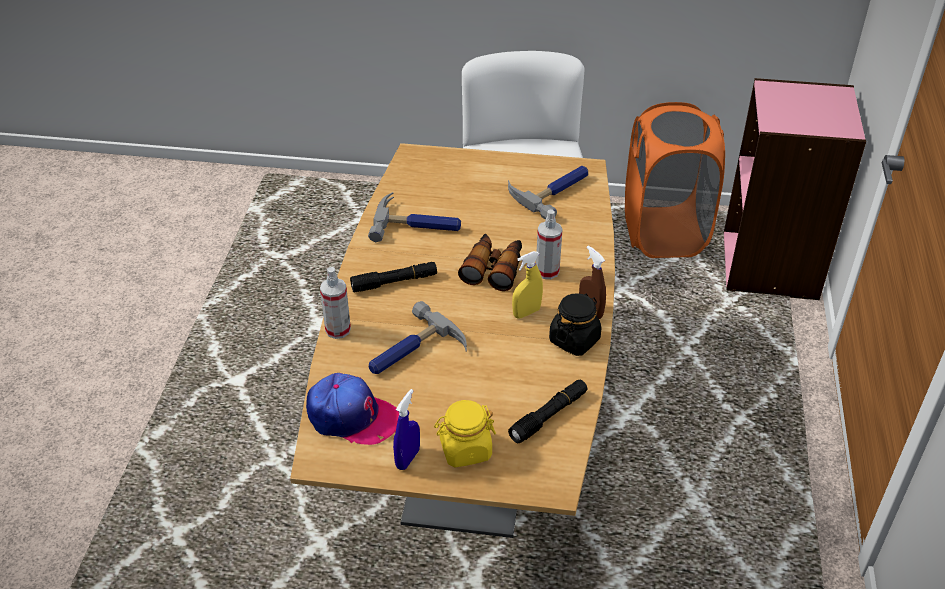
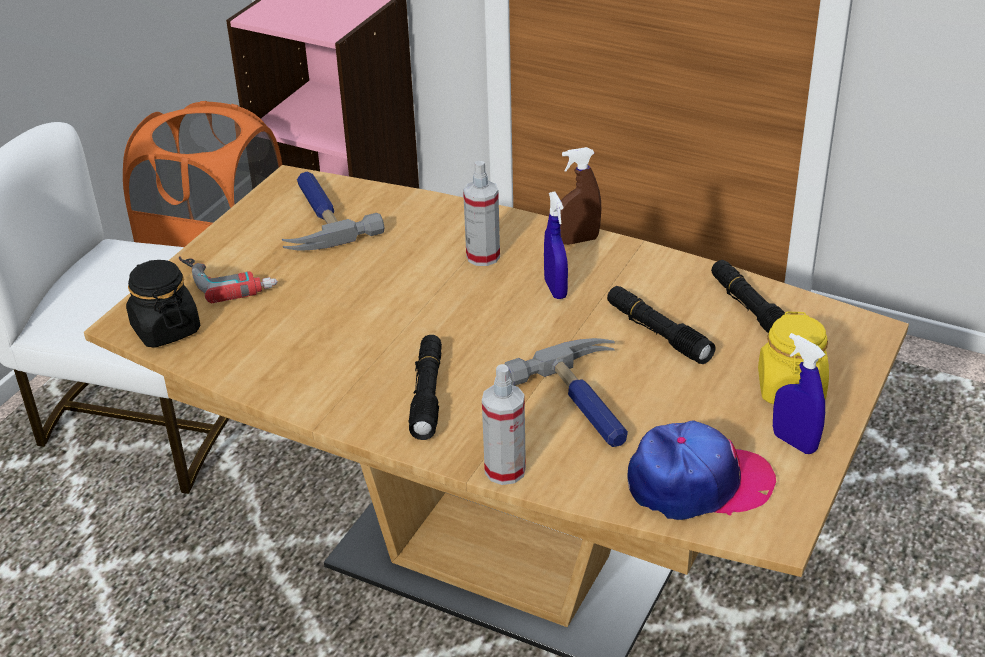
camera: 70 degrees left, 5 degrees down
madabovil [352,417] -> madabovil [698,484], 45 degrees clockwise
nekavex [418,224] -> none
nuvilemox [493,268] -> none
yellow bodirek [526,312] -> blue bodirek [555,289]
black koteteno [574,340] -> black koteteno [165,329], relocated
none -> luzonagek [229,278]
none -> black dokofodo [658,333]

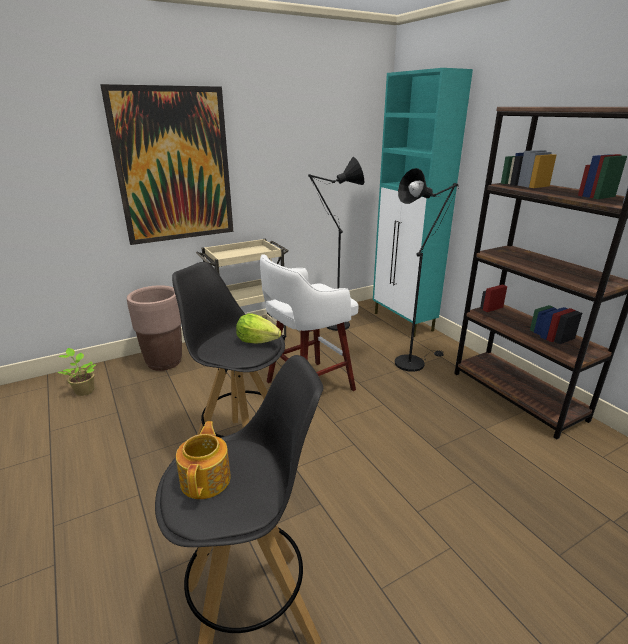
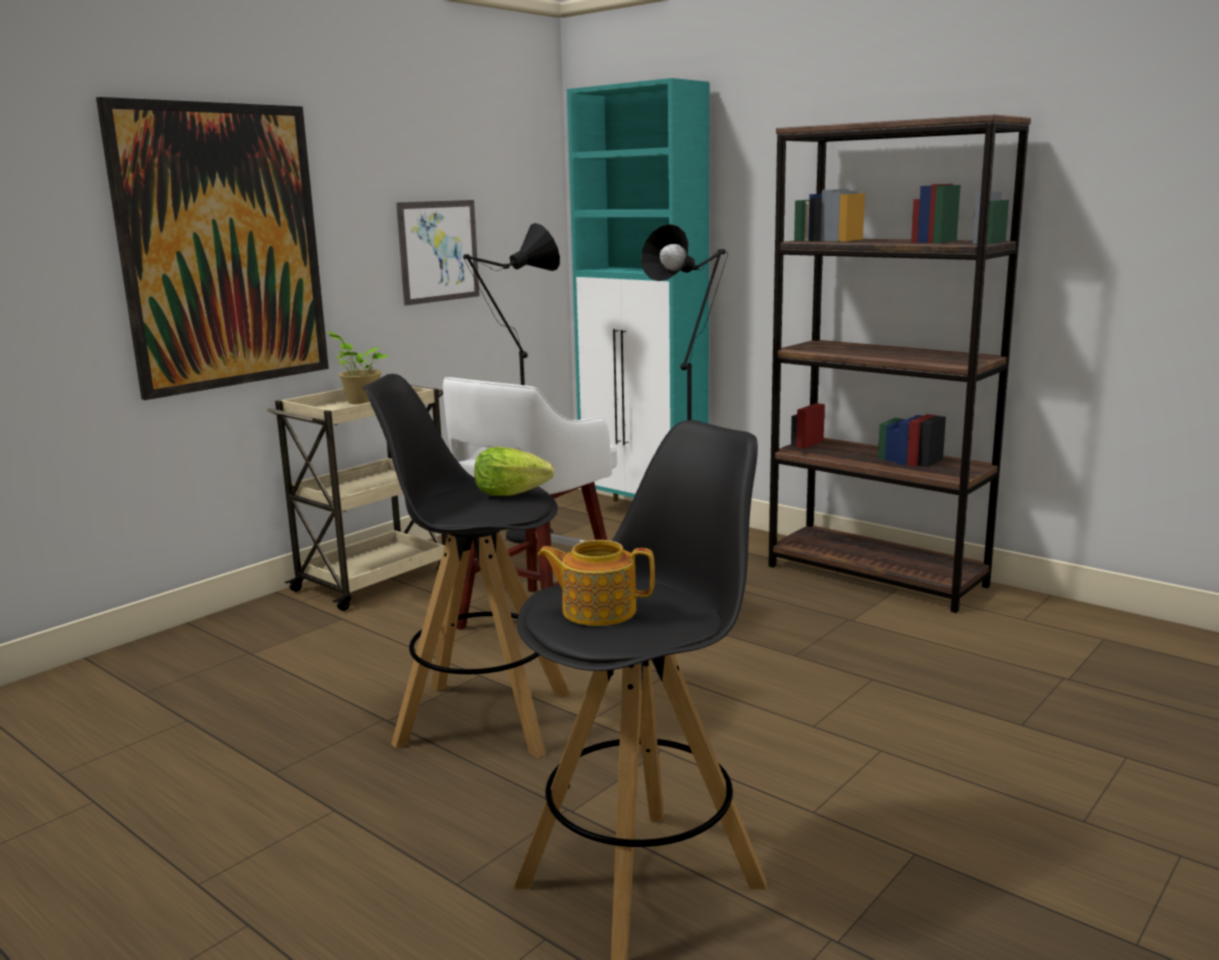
camera: 20 degrees left, 10 degrees down
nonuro [84,390] -> nonuro [360,401], relocated
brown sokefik [164,362] -> none
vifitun [206,479] -> vifitun [597,610], 60 degrees counterclockwise
none -> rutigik [438,251]

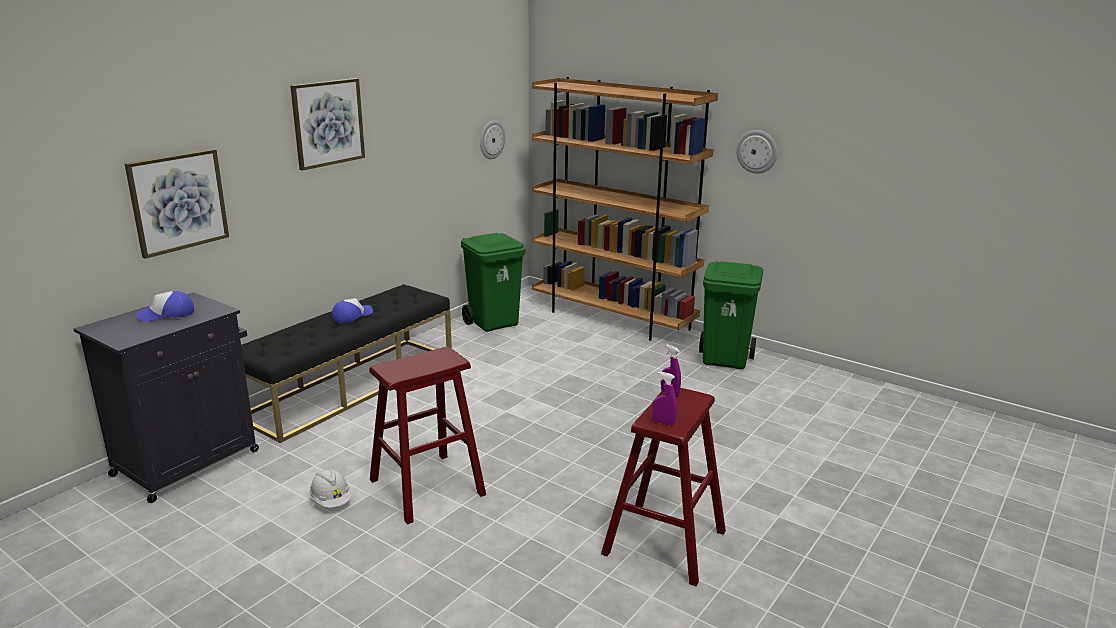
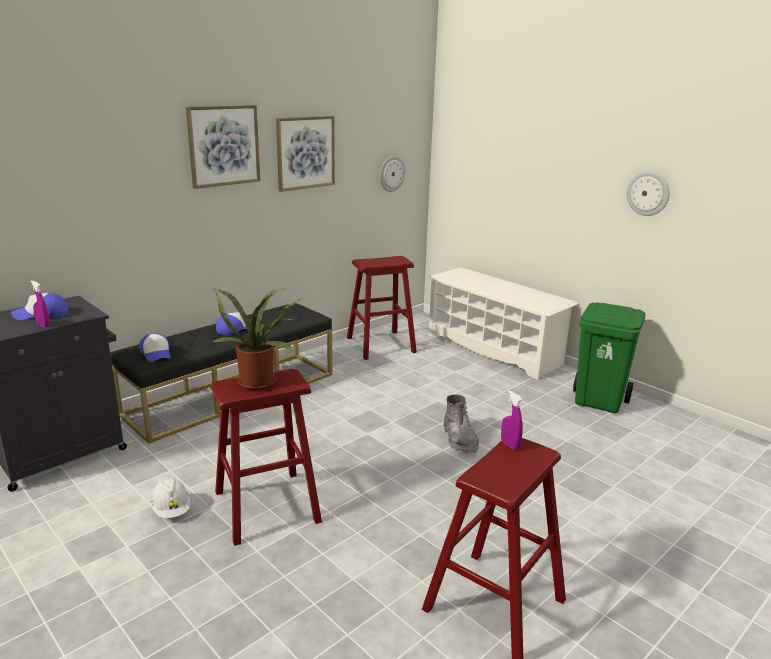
camera: 10 degrees right, 0 degrees up
rutigik [178,202] -> rutigik [305,152], relocated
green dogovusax [494,323] -> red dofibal [381,345]
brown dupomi [612,318] -> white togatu [494,349]
purple bodirek [663,423] -> purple bodirek [43,325], relocated
none -> madabovil [156,354]
none -> nonuro [259,381]
none -> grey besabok [459,440]

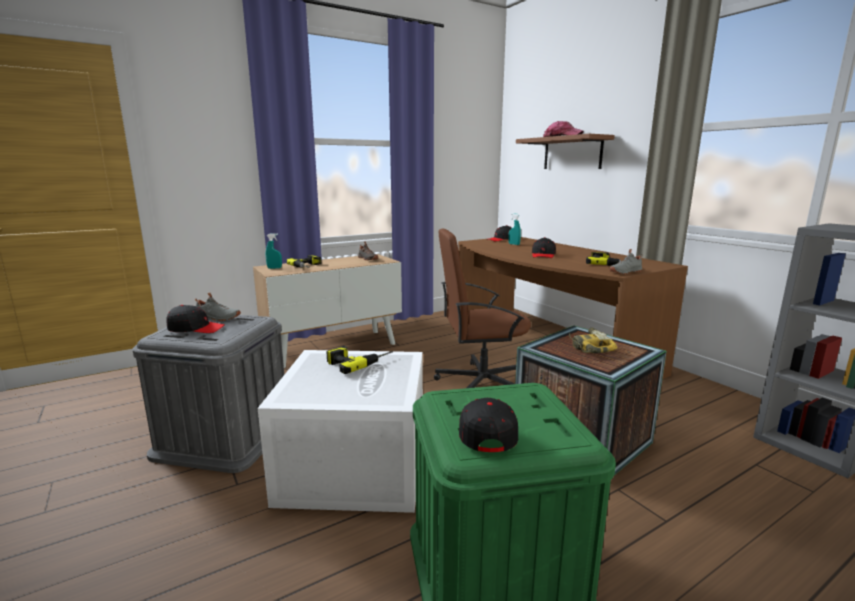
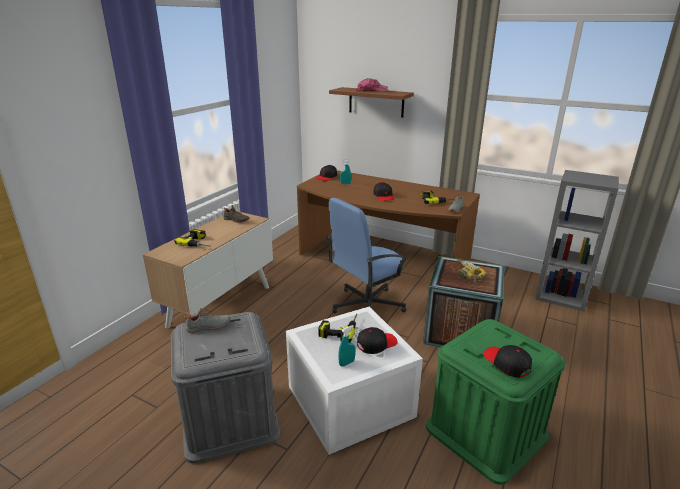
camera: 30 degrees left, 10 degrees up
black madabovil [196,328] -> black madabovil [376,344], relocated
turquoise bodirek [274,268] -> turquoise bodirek [346,363], relocated
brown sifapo [480,383] -> blue sifapo [366,306]

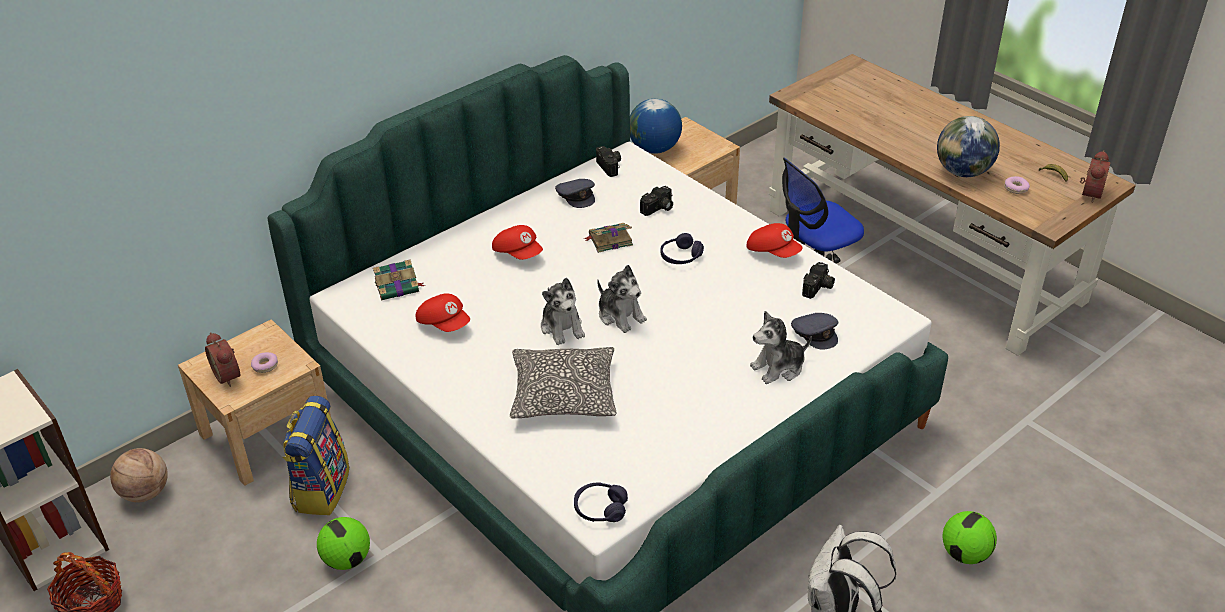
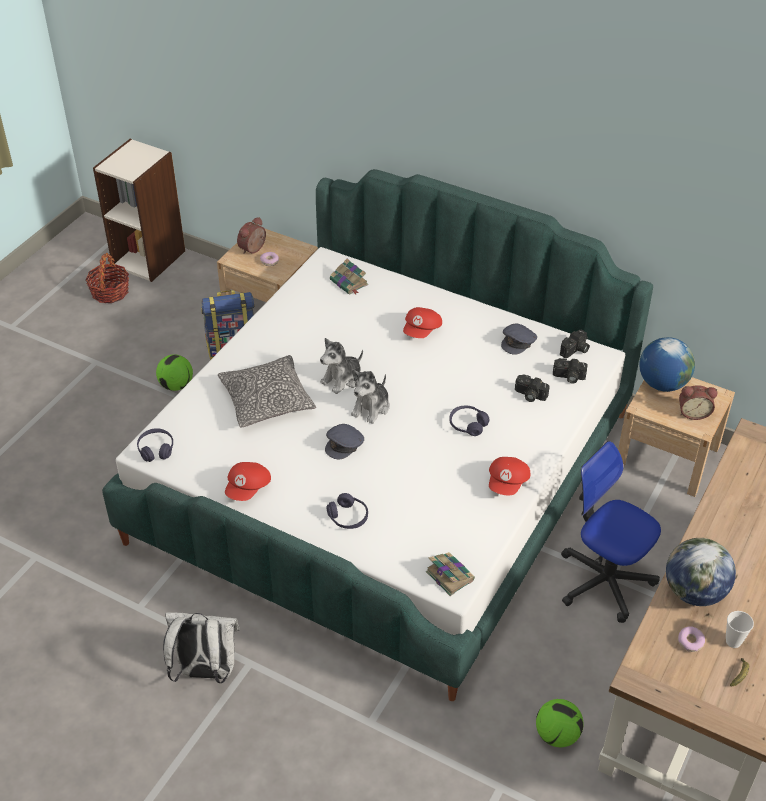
camera: 70 degrees right, 5 degrees up
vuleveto [145,493] -> none
red madabovil [444,323] -> red madabovil [248,488], relocated
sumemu [609,240] -> sumemu [449,575], relocated
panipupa [778,368] -> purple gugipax [348,517]
grey madabovil [815,333] -> grey madabovil [344,444], relocated
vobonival [818,288] -> vobonival [568,377], relocated
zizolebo [965,554] -> zizolebo [557,735], relocated
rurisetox [1089,193] -> rurisetox [693,412], relocated
none -> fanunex [733,641]

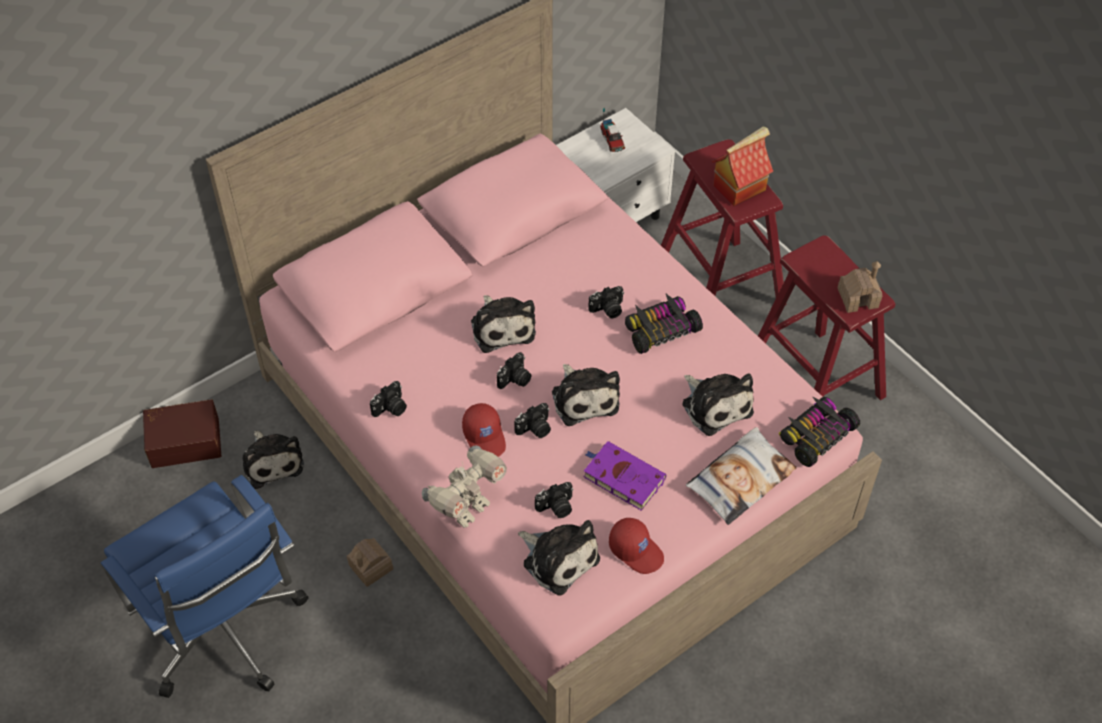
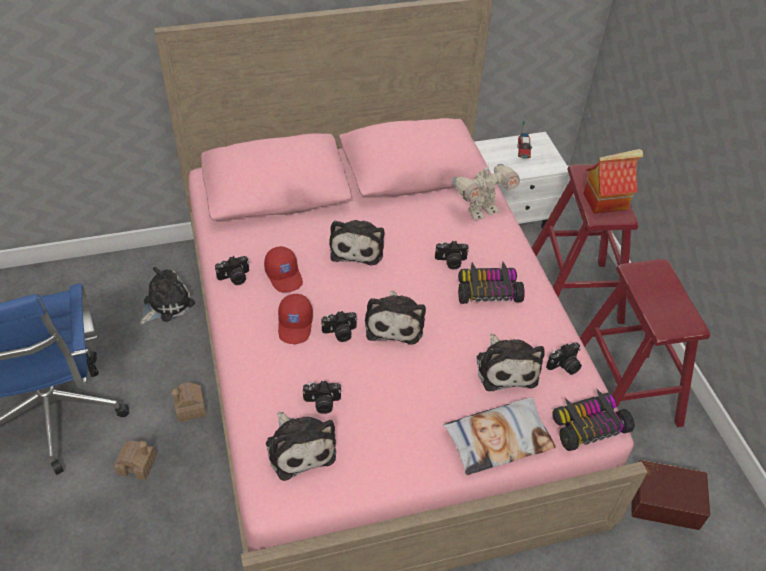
camera: 20 degrees right, 5 degrees down
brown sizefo [185,441] -> brown sizefo [664,500], relocated
panipupa [272,461] -> panipupa [166,304], 135 degrees counterclockwise
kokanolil [467,509] -> kokanolil [481,210], relocated
vobonival [515,380] -> vobonival [564,366], relocated
purple sumemu [622,477] -> none
red madabovil [636,550] -> red madabovil [284,275], relocated
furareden [858,298] -> furareden [137,465], relocated

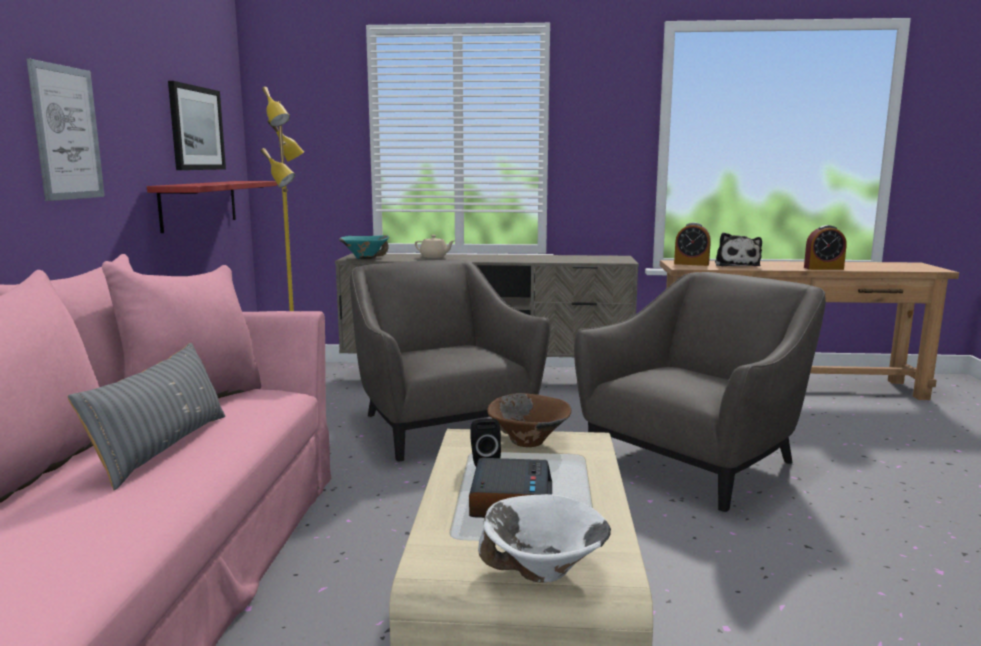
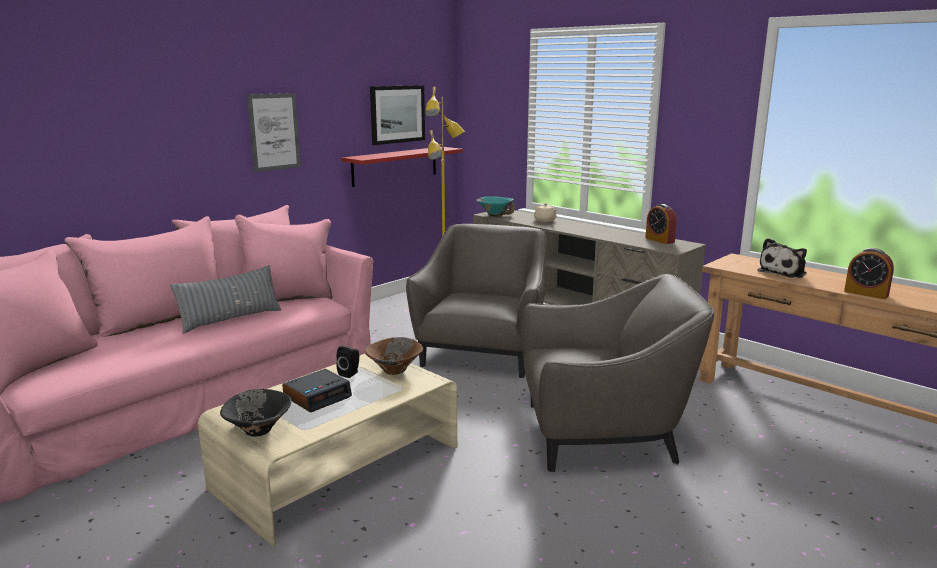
camera: 40 degrees right, 5 degrees up
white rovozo [543,571] -> black rovozo [258,431]
rurisetox [691,264] -> rurisetox [659,240], relocated

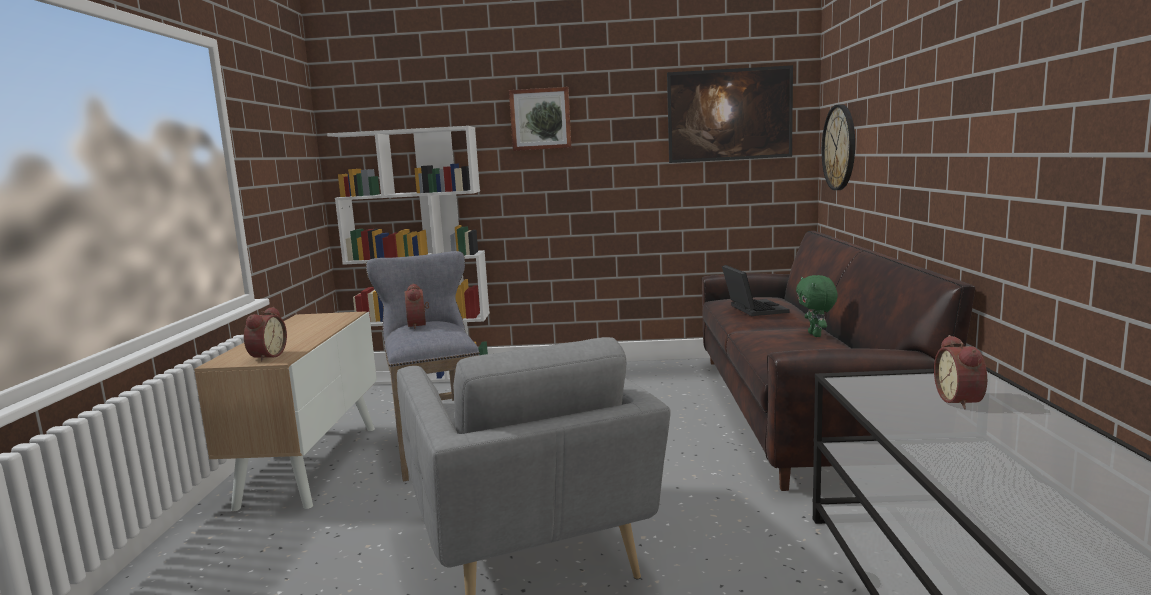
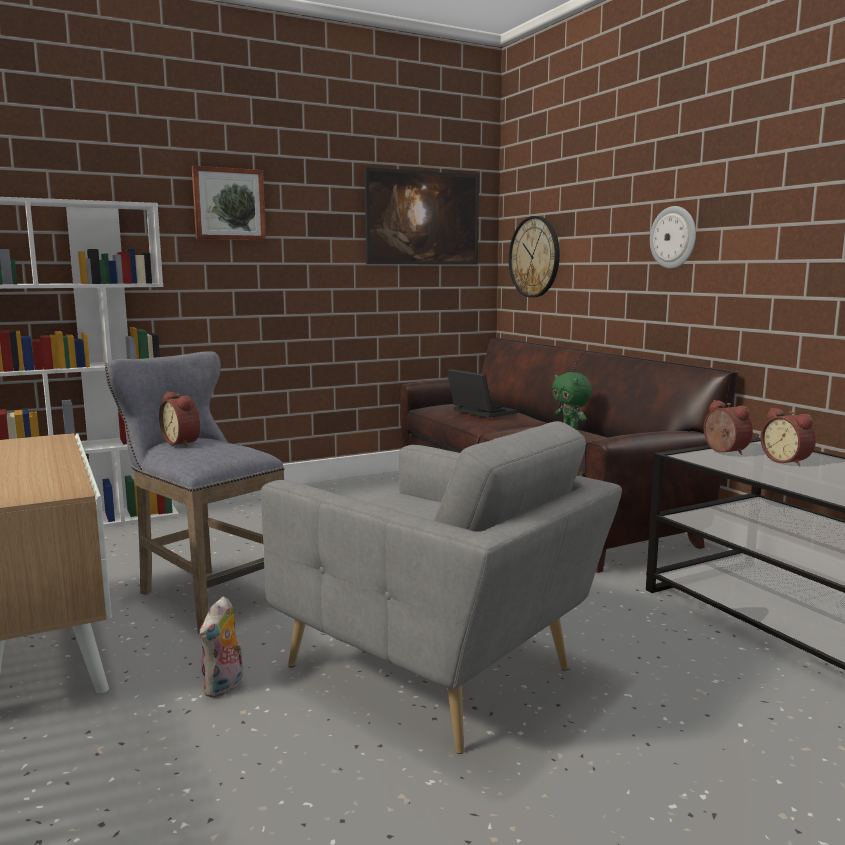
camera: 30 degrees left, 0 degrees up
rurisetox [266,356] -> rurisetox [723,451], relocated
none -> panipupa [224,687]
none -> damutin [673,237]

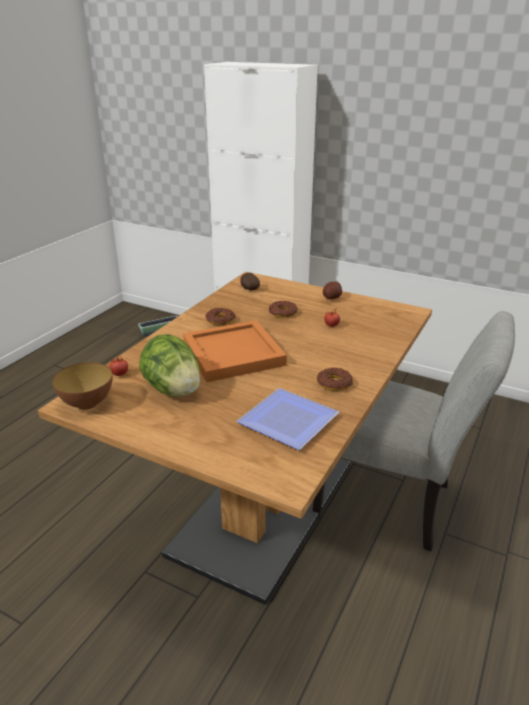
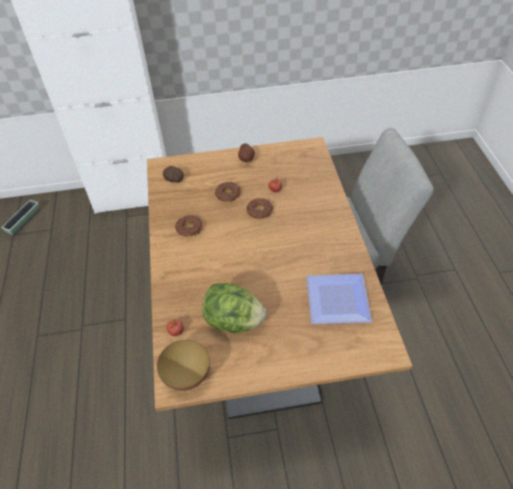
camera: 35 degrees left, 20 degrees up
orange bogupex [235,354] -> none
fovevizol [334,383] -> fovevizol [259,211], relocated

